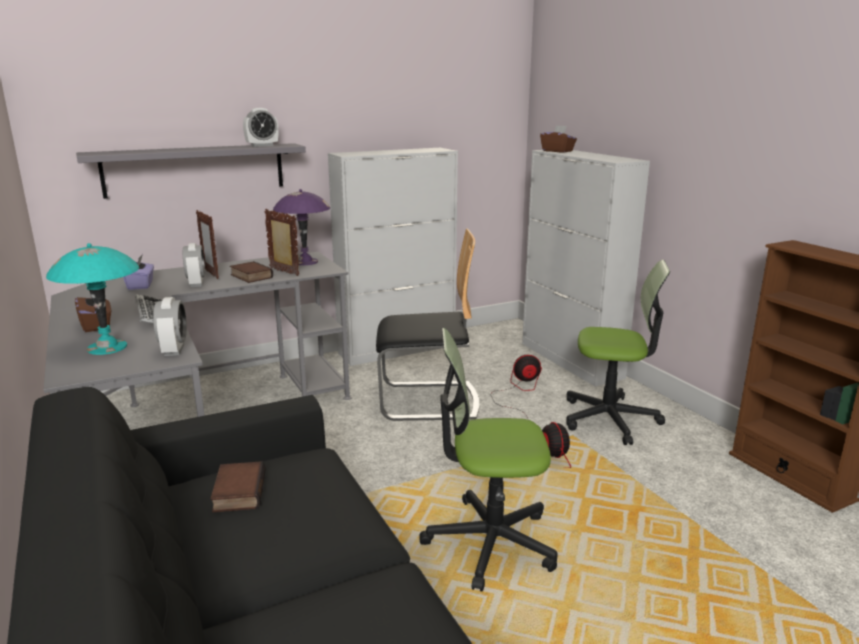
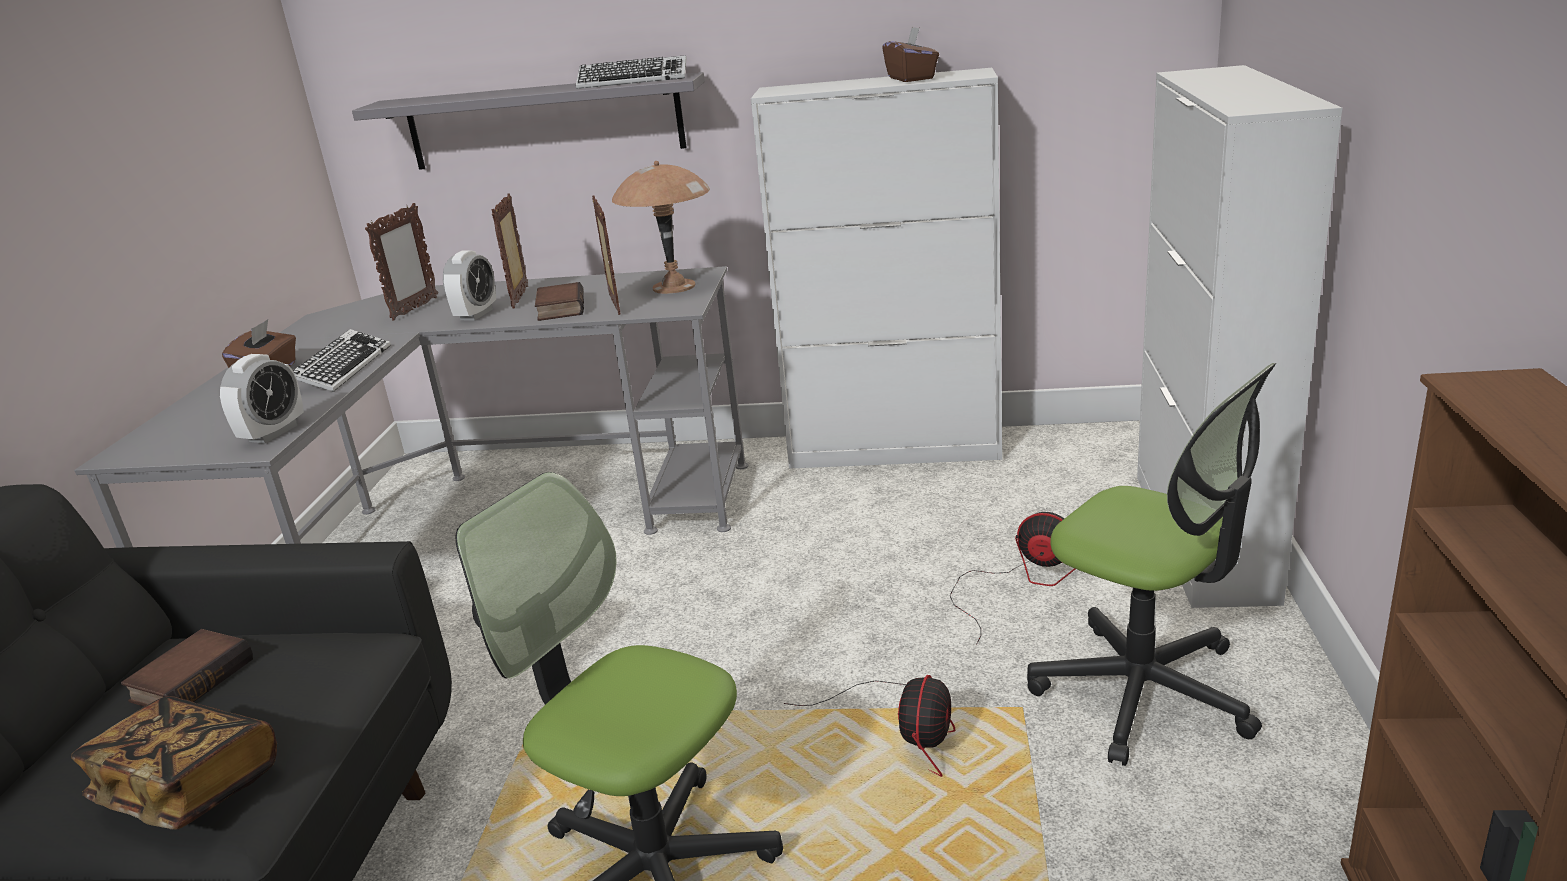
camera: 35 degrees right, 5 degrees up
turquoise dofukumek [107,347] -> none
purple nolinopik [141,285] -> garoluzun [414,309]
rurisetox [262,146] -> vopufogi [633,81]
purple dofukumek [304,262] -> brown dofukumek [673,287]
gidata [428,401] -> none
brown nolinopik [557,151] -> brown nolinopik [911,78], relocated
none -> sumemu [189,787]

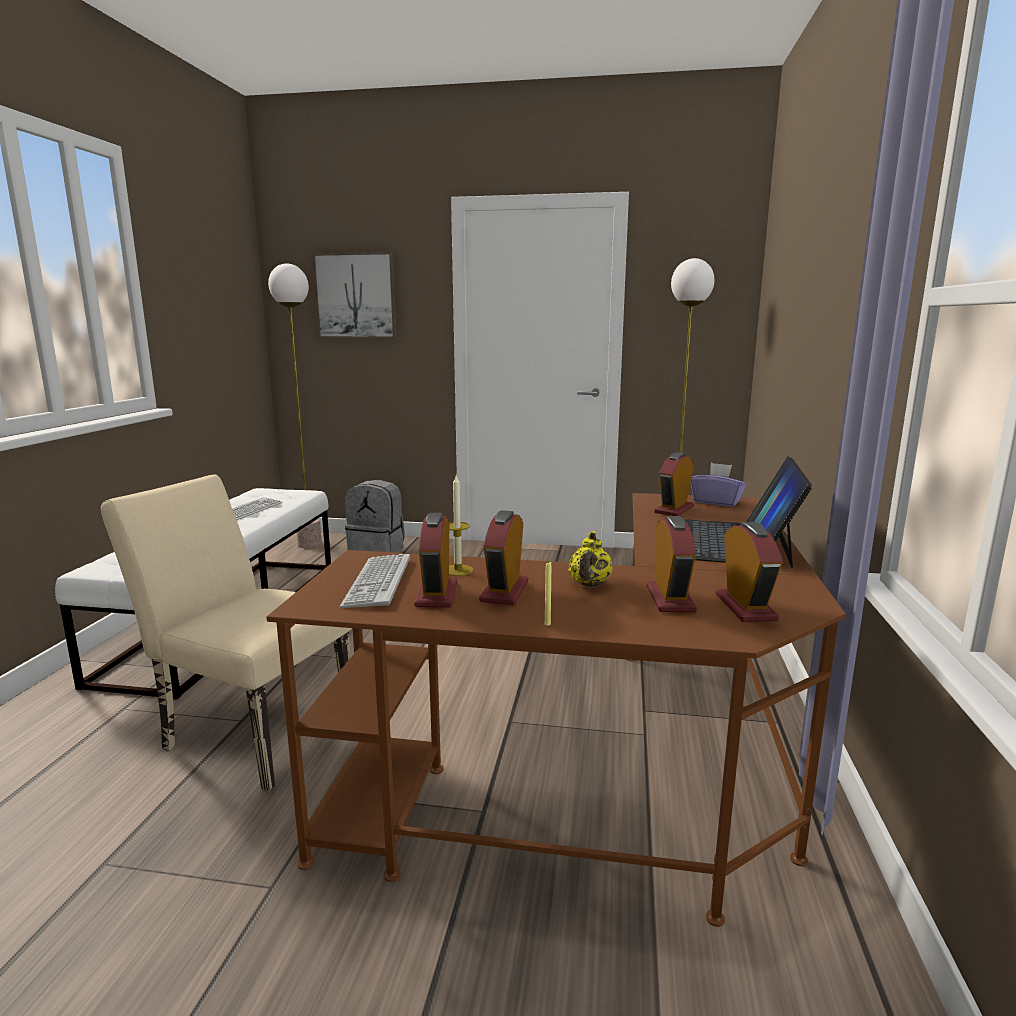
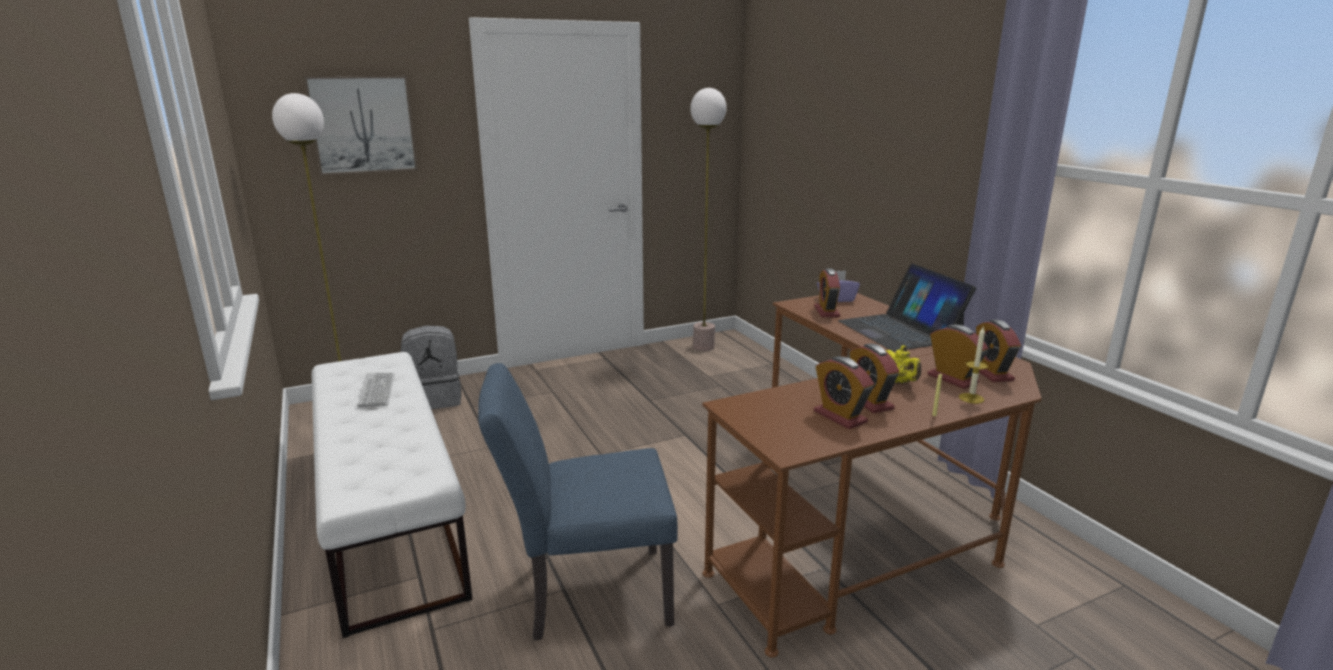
camera: 35 degrees left, 5 degrees up
beige gidata [250,731] -> blue gidata [585,593]
vopufogi [378,582] -> none
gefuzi [458,570] -> gefuzi [971,398], relocated
rurisetox [745,607] -> rurisetox [991,373], 150 degrees counterclockwise

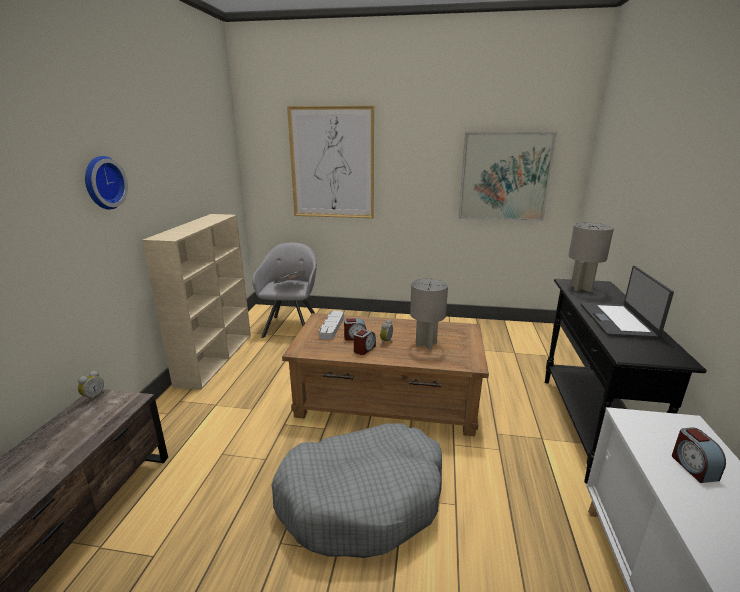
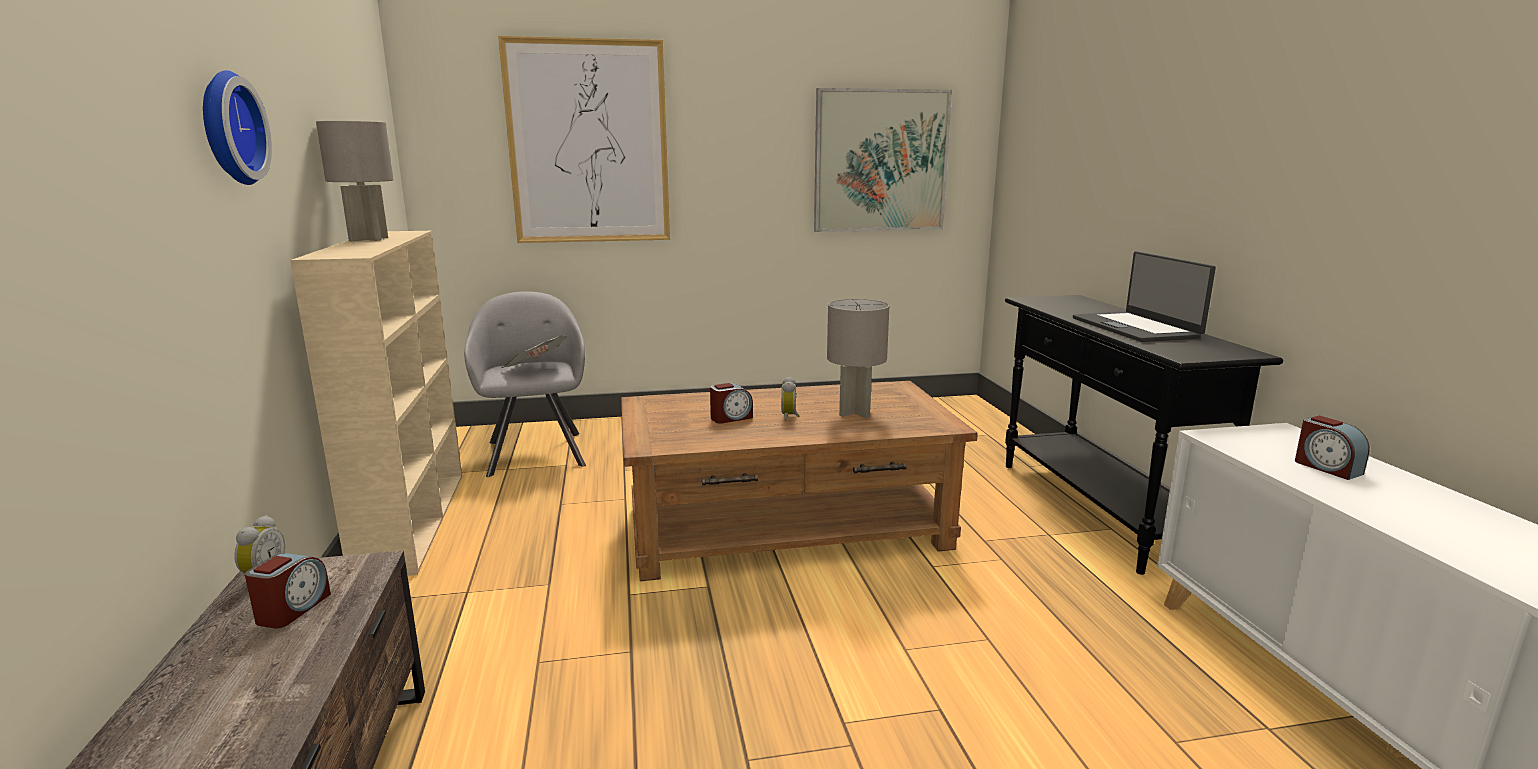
camera: 20 degrees left, 5 degrees down
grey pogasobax [363,498] -> none
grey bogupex [332,327] -> none
rurisetox [364,349] -> rurisetox [293,609], relocated
grey dofukumek [581,288] -> grey dofukumek [368,239], relocated

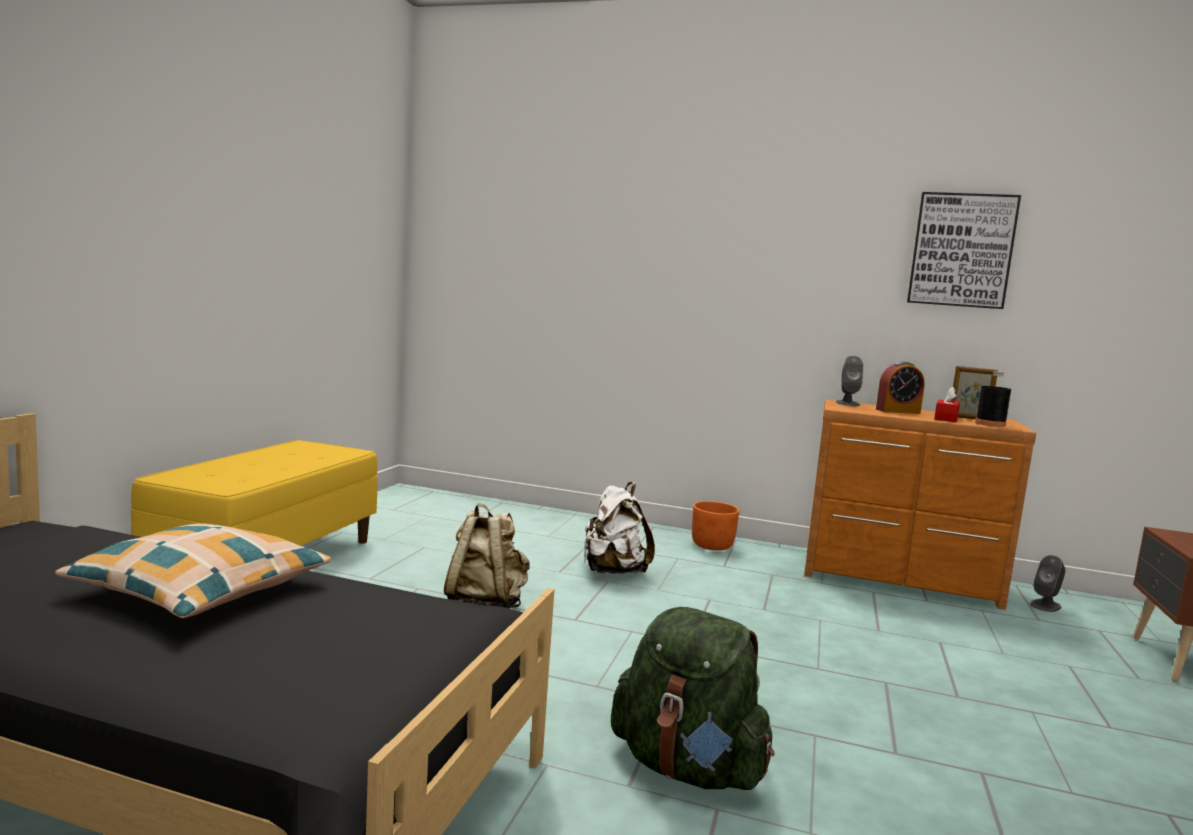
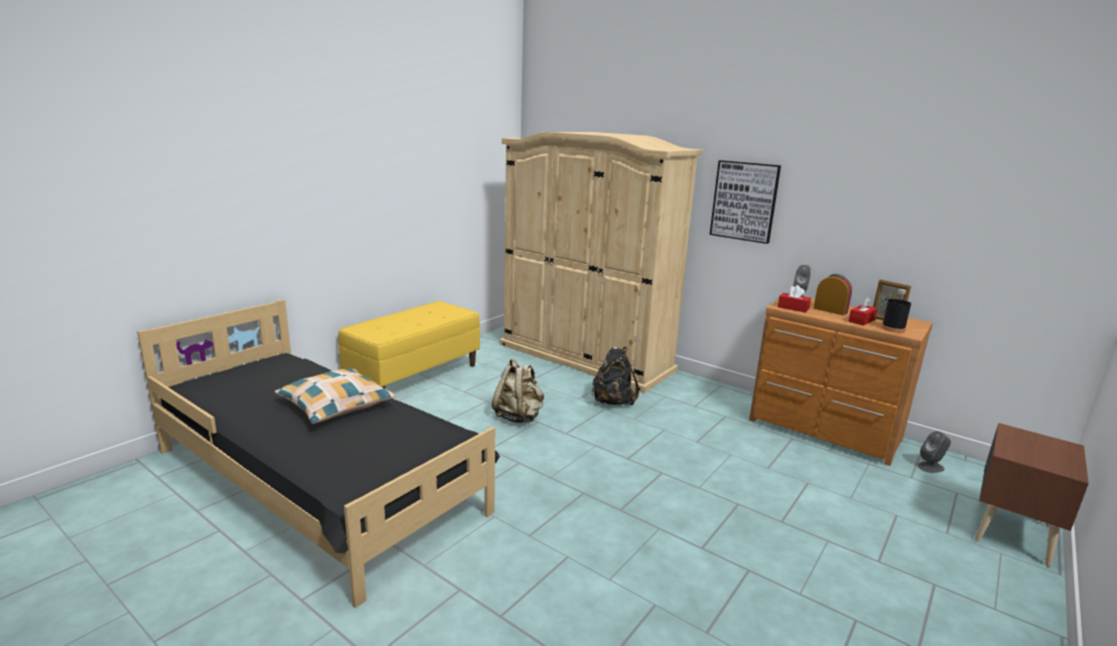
camera: 20 degrees right, 10 degrees up
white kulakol [613,571] -> black kulakol [613,402]
green kulakol [687,767] -> none
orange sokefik [712,546] -> none
rurisetox [897,411] -> rurisetox [830,310], 150 degrees counterclockwise
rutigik [961,250] -> rutigik [744,201], relocated
none -> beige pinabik [585,357]
none -> red nolinopik [793,308]

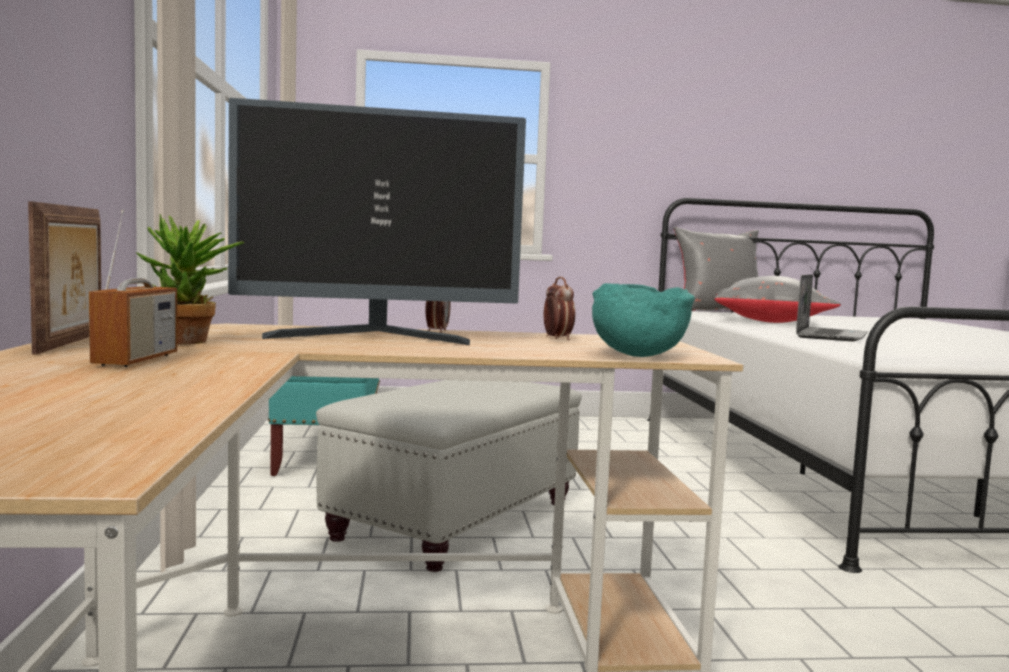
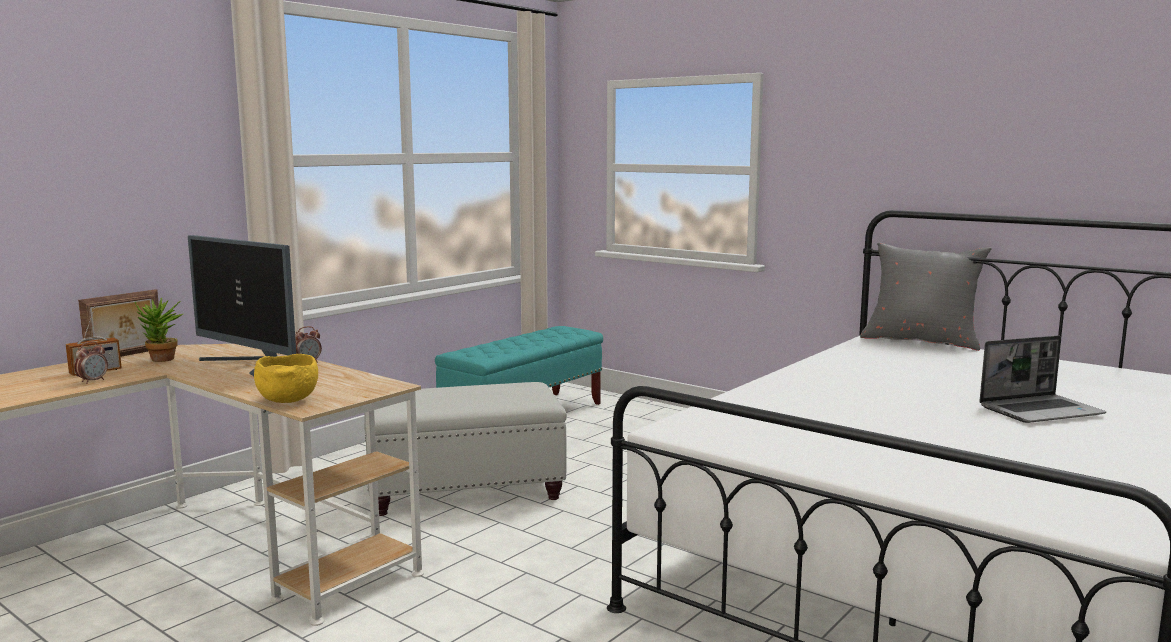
camera: 45 degrees right, 5 degrees up
rurisetox [557,339] -> rurisetox [93,381], relocated
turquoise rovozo [635,355] -> yellow rovozo [288,400]
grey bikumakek [770,322] -> none
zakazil [830,336] -> zakazil [1041,411], relocated

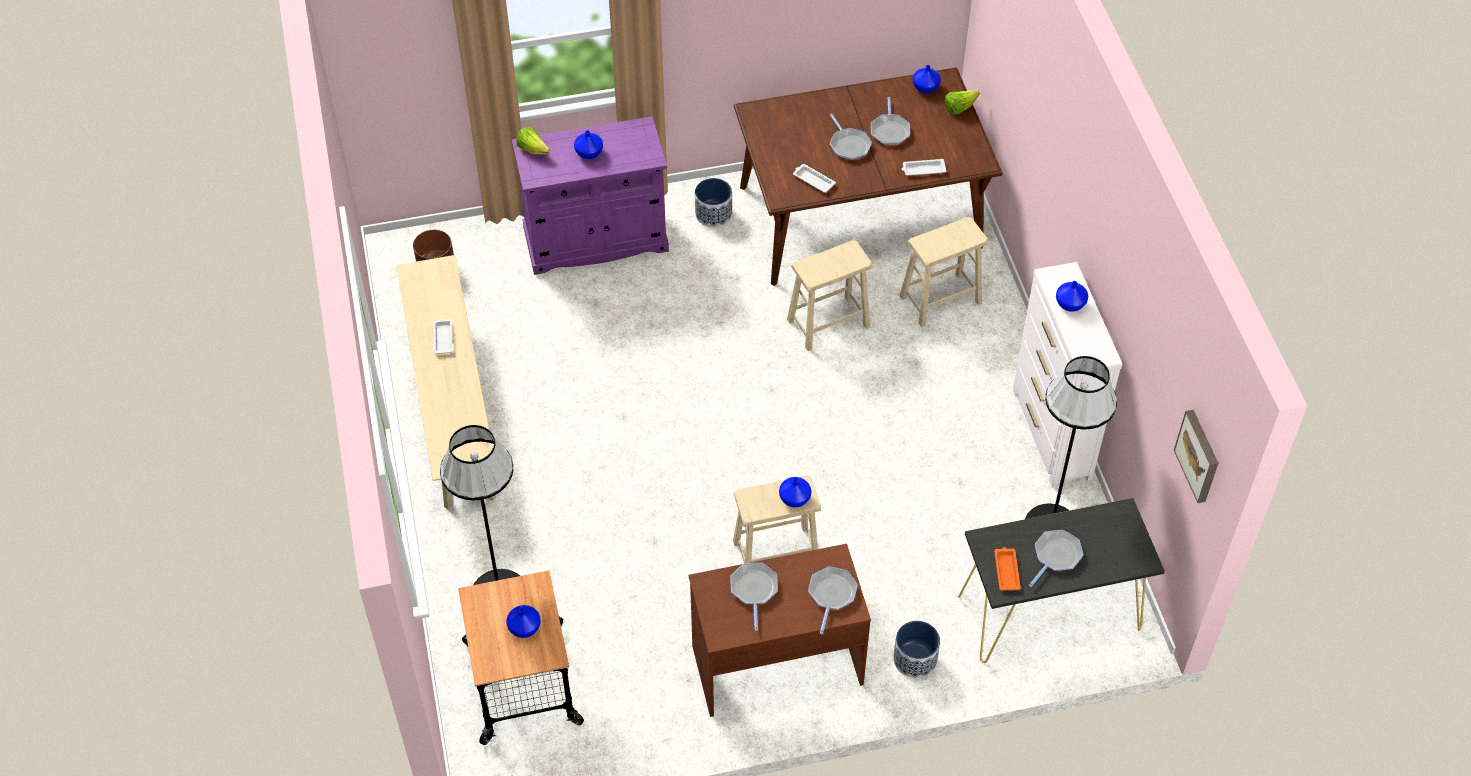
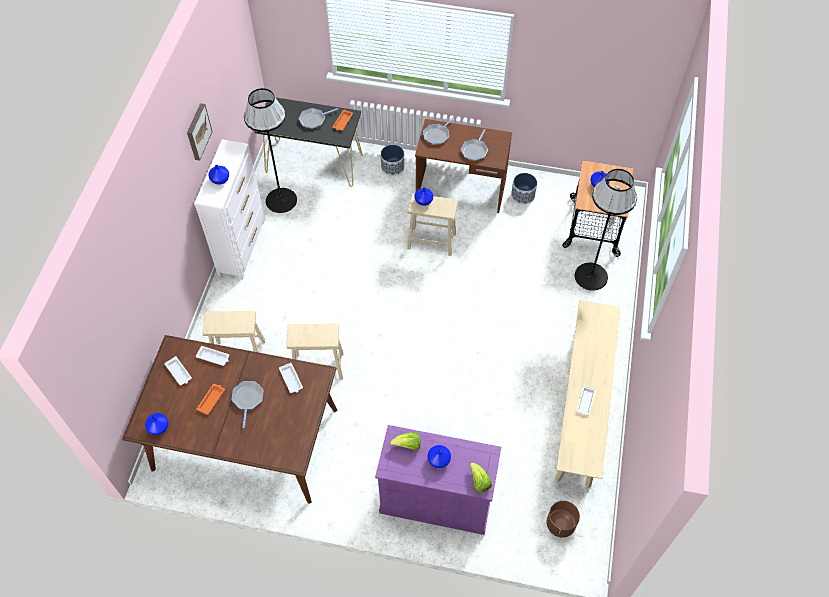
camera: 155 degrees left, 5 degrees up
sokefik [713,214] -> sokefik [523,195], relocated
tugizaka [889,130] -> orange bogupex [211,399]
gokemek [959,108] -> gokemek [408,445], relocated
rutigik [1199,455] -> rutigik [197,131], relocated
none -> white bogupex [179,372]

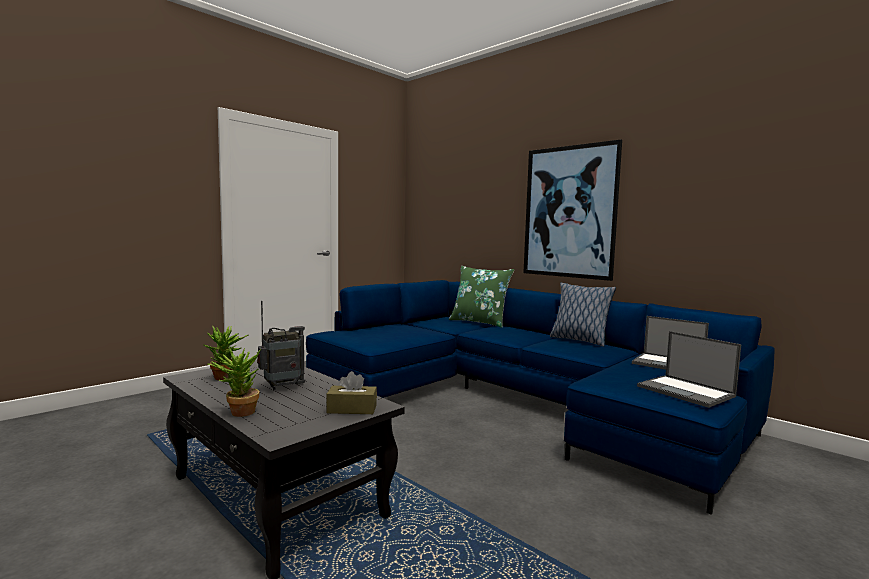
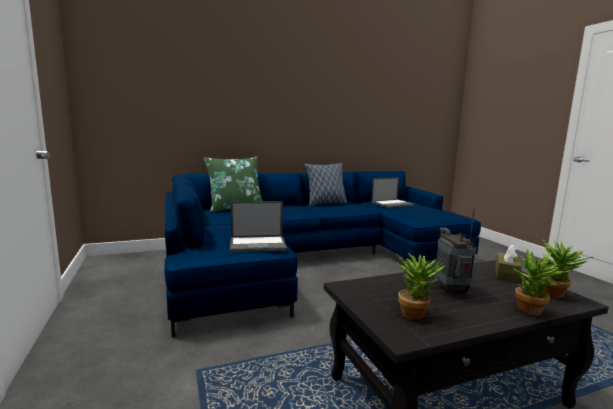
camera: 65 degrees left, 5 degrees up
rutigik [569,212] -> none
zakazil [686,391] -> zakazil [258,244], relocated
none -> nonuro [557,295]

